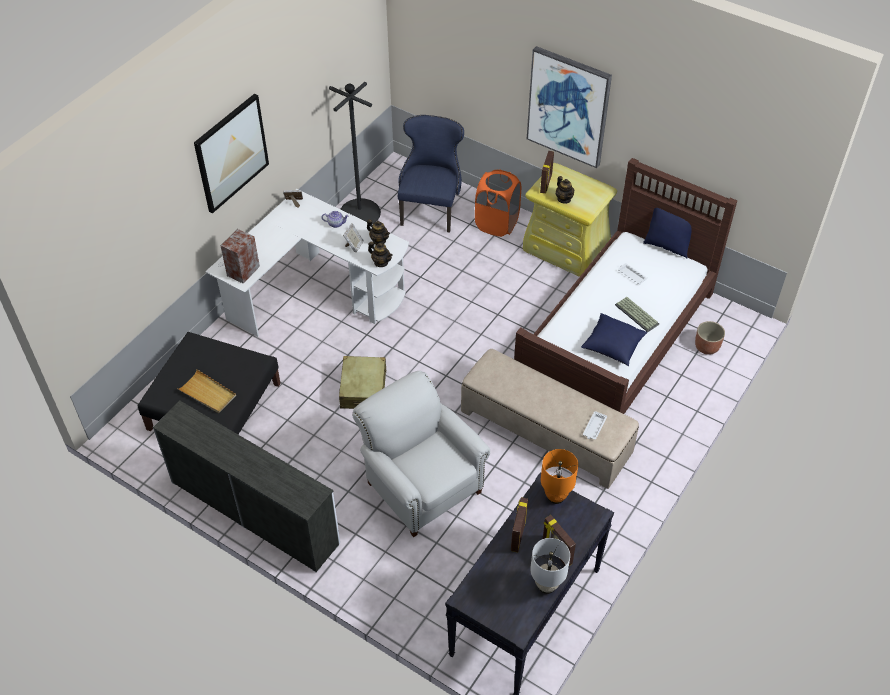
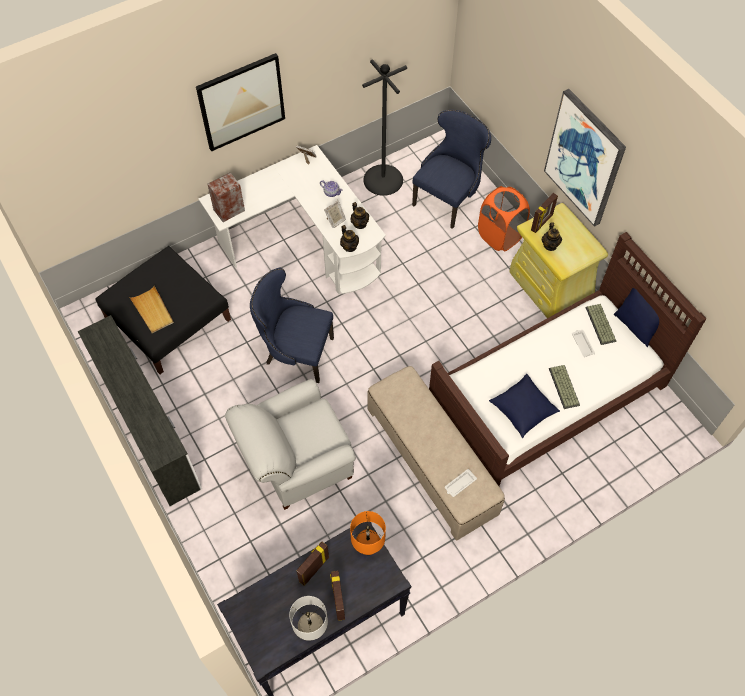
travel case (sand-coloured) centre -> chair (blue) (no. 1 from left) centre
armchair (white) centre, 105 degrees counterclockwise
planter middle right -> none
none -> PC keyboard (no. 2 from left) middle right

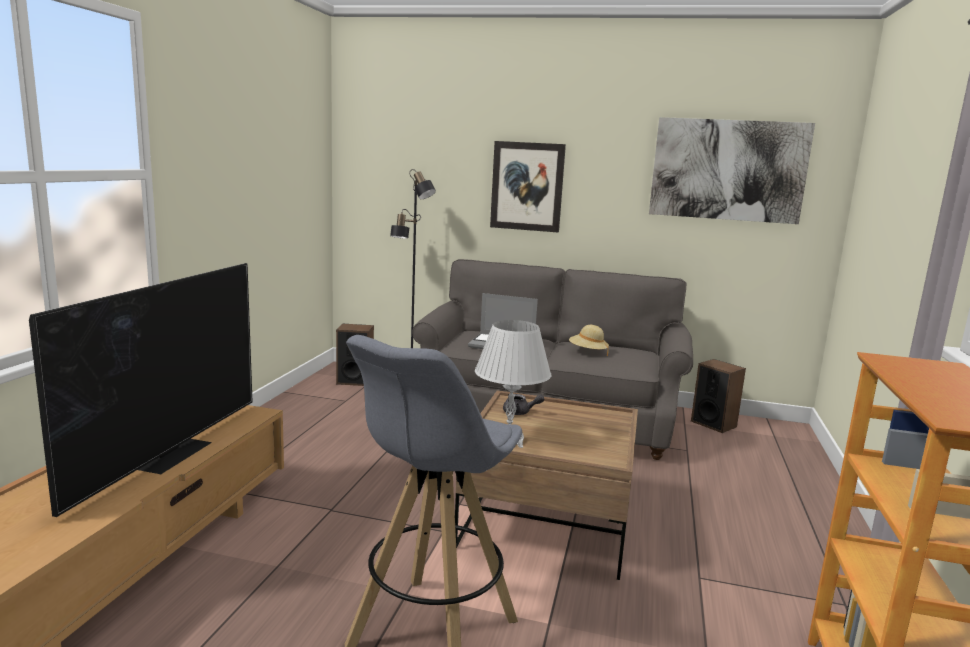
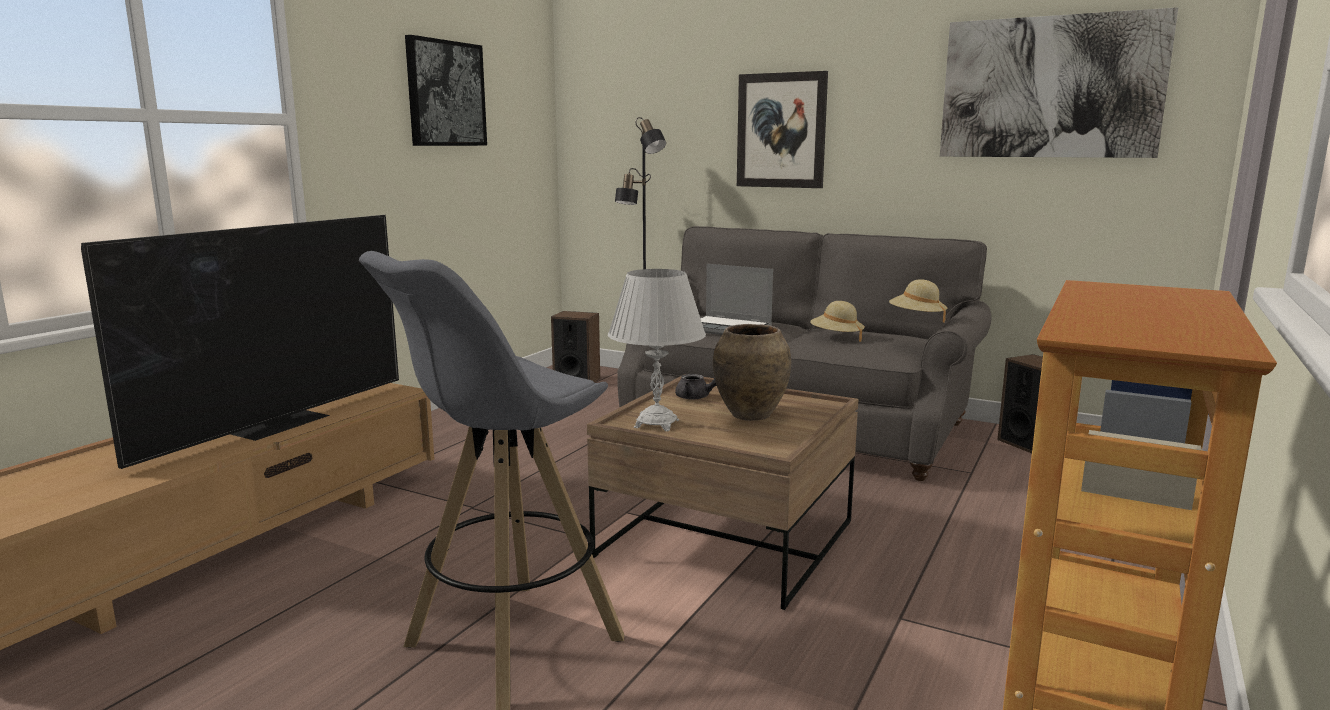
none -> wall picture (no. 1 from left) top centre
none -> vase (brown-coloured) centre
none -> hat (sand-coloured) (no. 2 from left) middle right

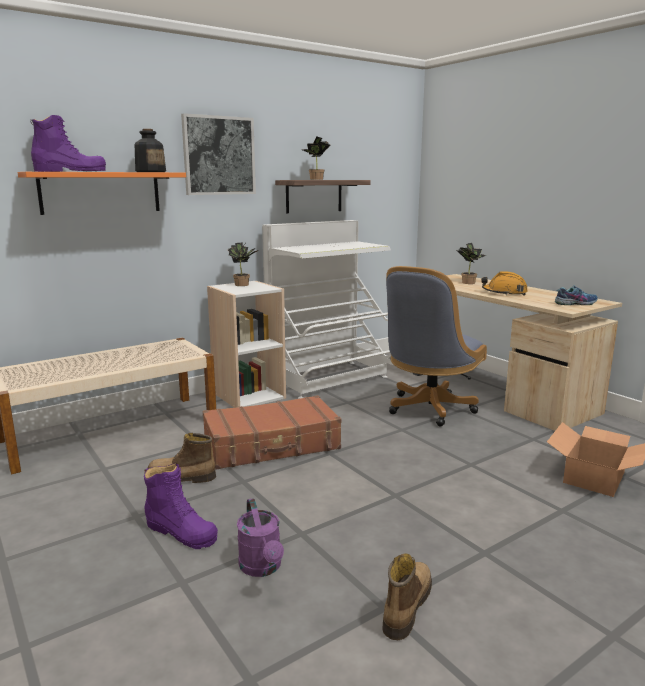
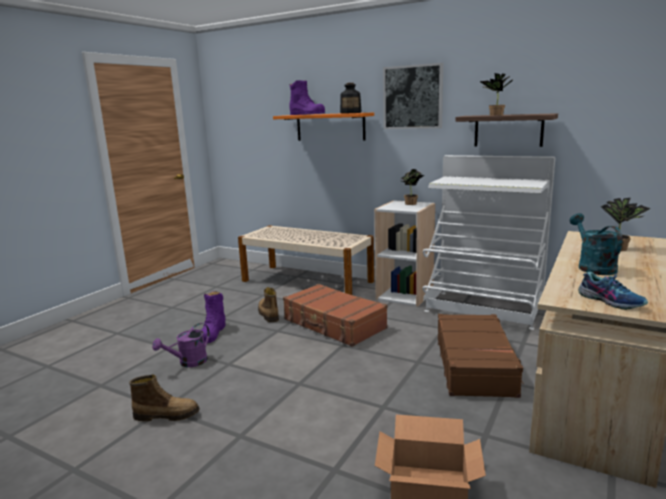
computer chair (blue) middle right -> travel case (brown-coloured) (no. 2 from left) bottom right
safety helmet (orangey) middle right -> sprinkling can (turquoise) middle right

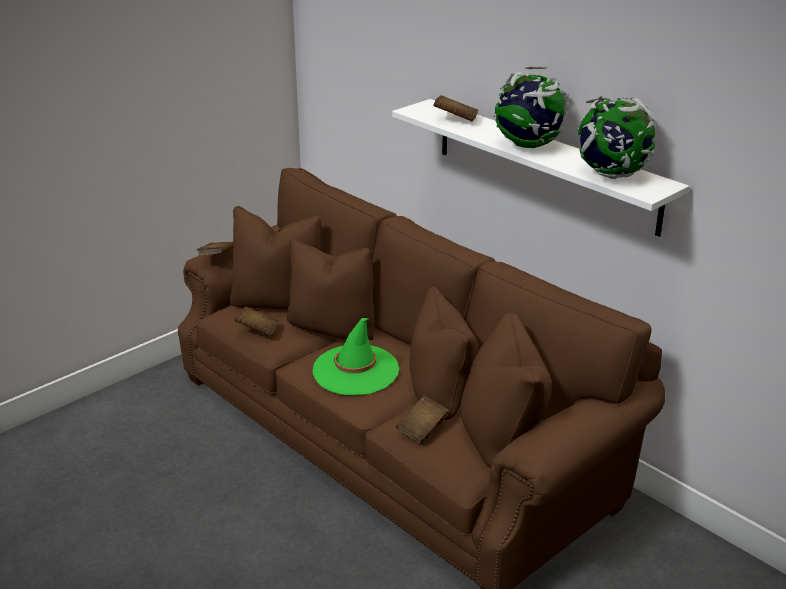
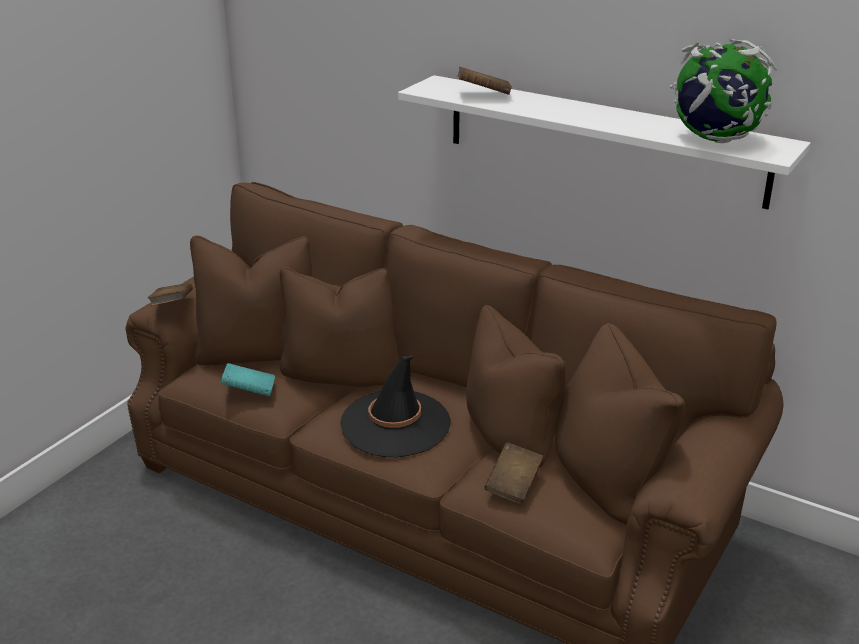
volume (brown-coloured) (no. 2 from left) middle left -> volume (turquoise) middle left
hat (greenish) centre -> hat (black) centre
world globe (no. 1 from left) top right -> none

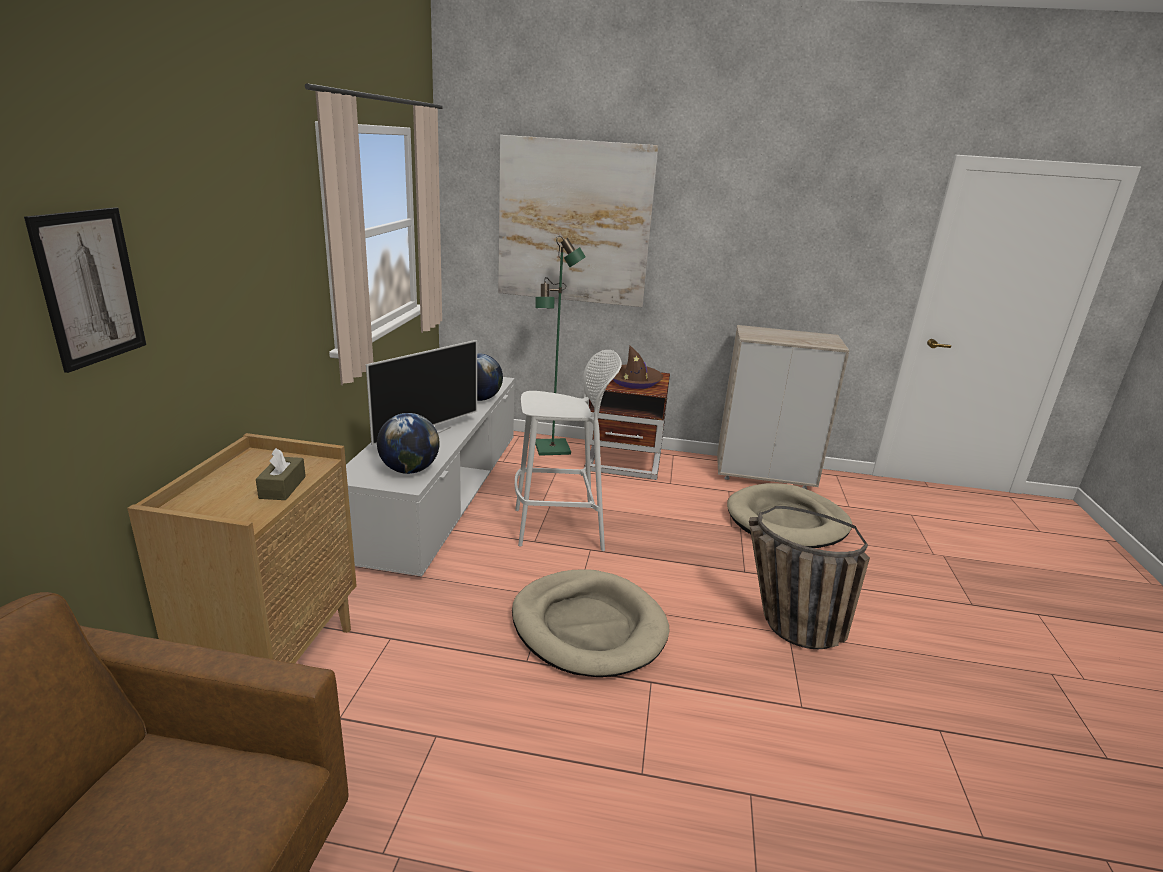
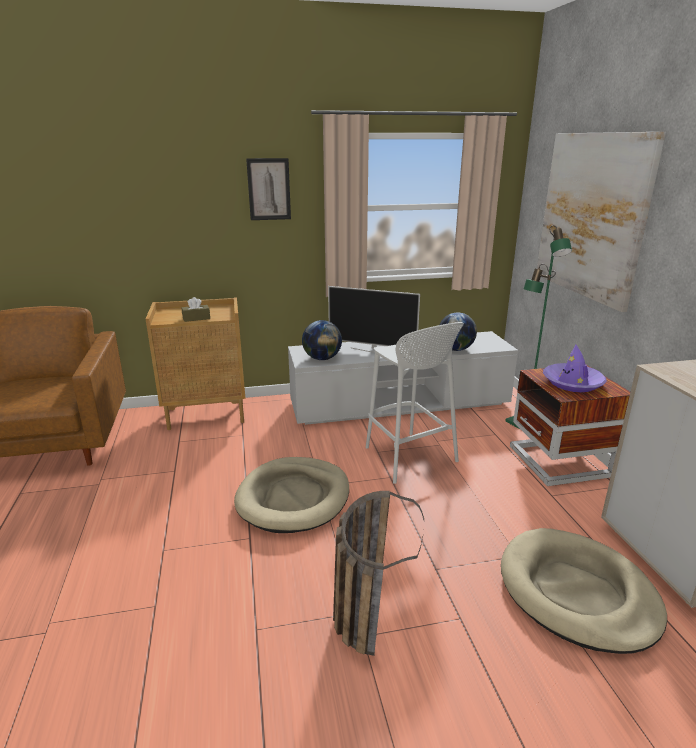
wall picture (no. 1 from left) top left -> wall picture (no. 1 from left) top centre, relocated
hat (brown-coloured) centre -> hat (purple-coloured) middle right

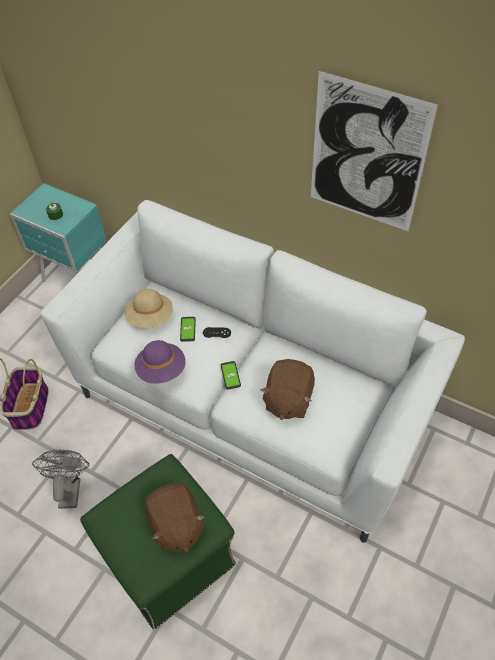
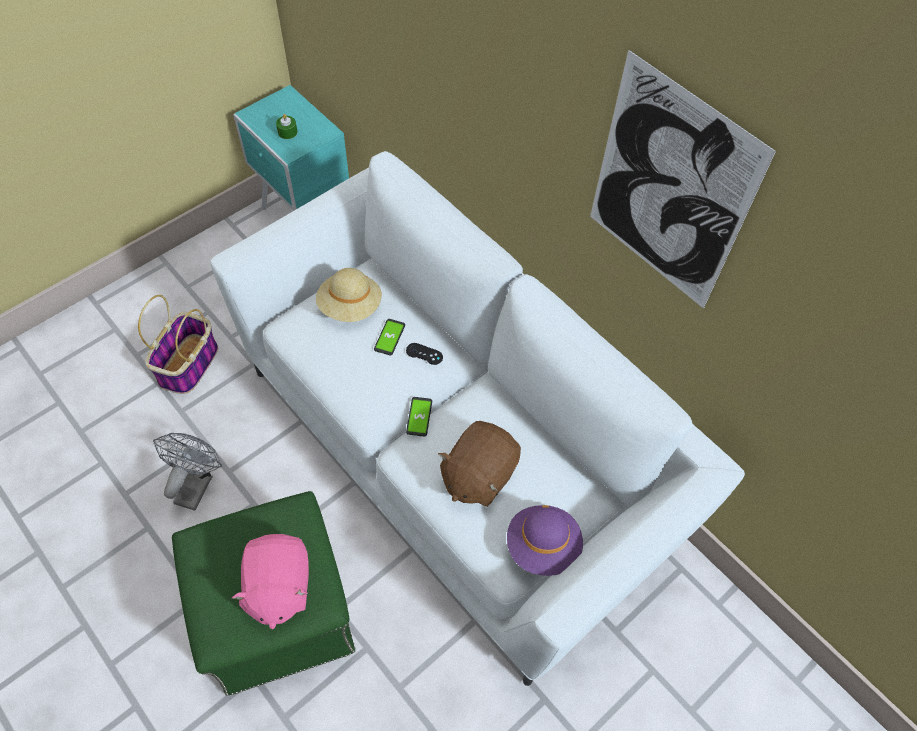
hat (purple-coloured) middle left -> hat (purple-coloured) bottom centre, relocated
soft toy (brown-coloured) (no. 1 from left) bottom centre -> soft toy (pink-coloured) bottom left

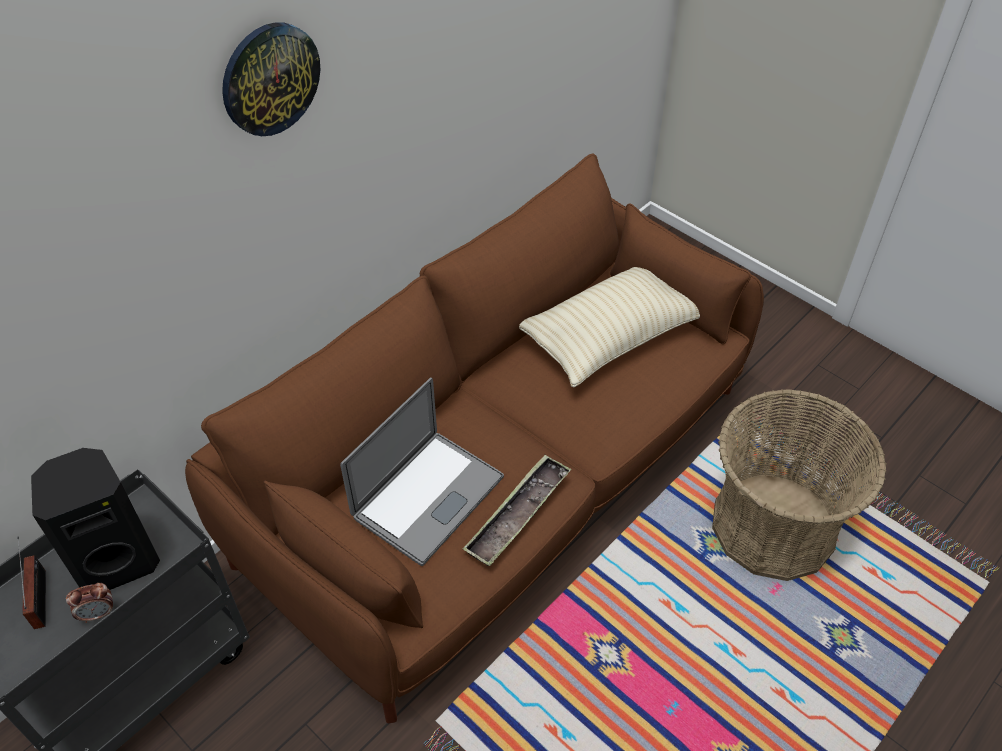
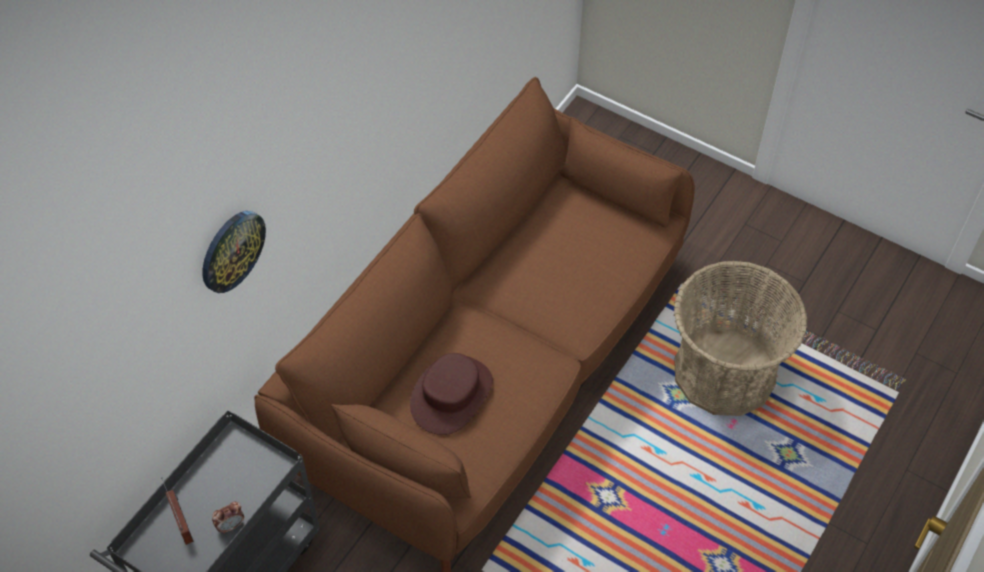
loudspeaker (black) bottom left -> none
wall clock top left -> wall clock middle left, relocated
laptop centre -> hat (brown-coloured) bottom centre
serving tray bottom centre -> none
throw pillow (sand-coloured) centre -> none

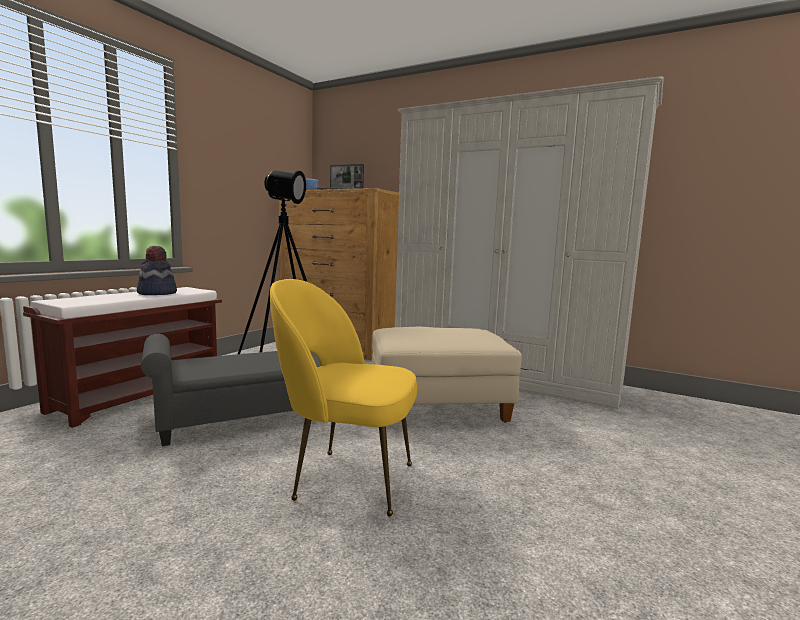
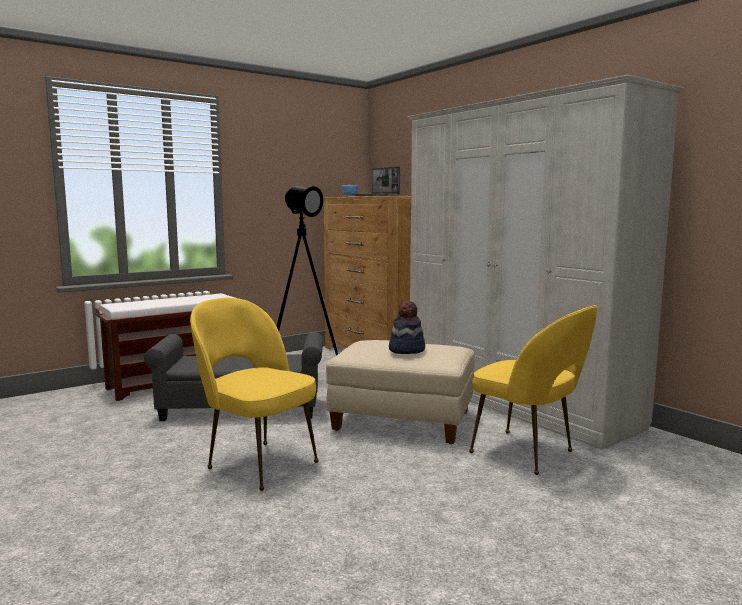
hat middle left -> hat centre, relocated
none -> chair (yellowish) (no. 2 from left) middle right

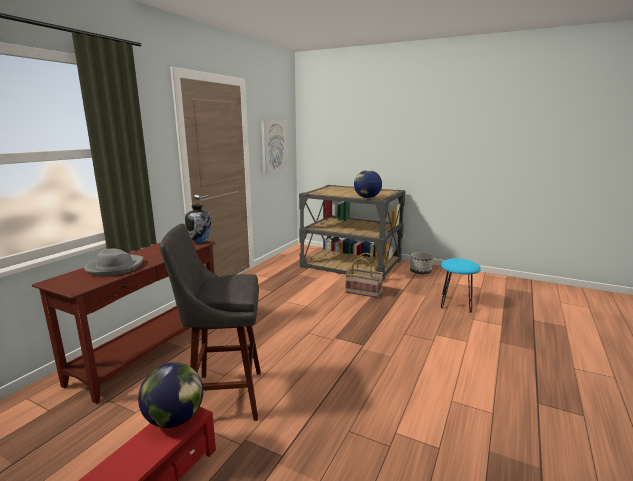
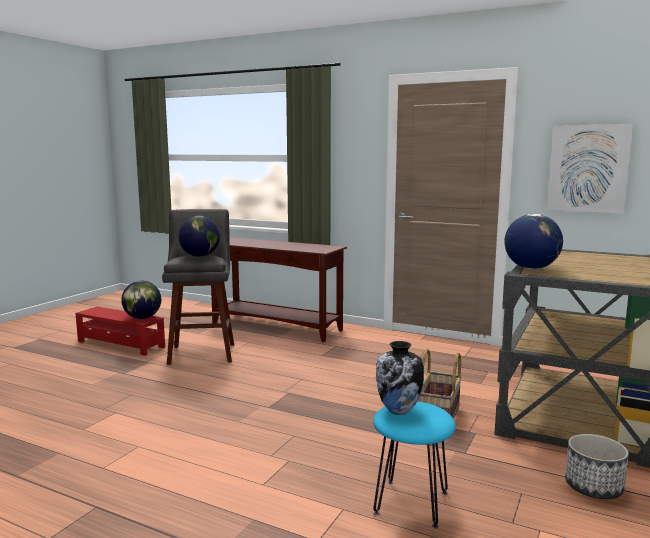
hat (grey) middle left -> none
vase middle left -> vase bottom centre, relocated
none -> world globe (no. 2 from left) middle left

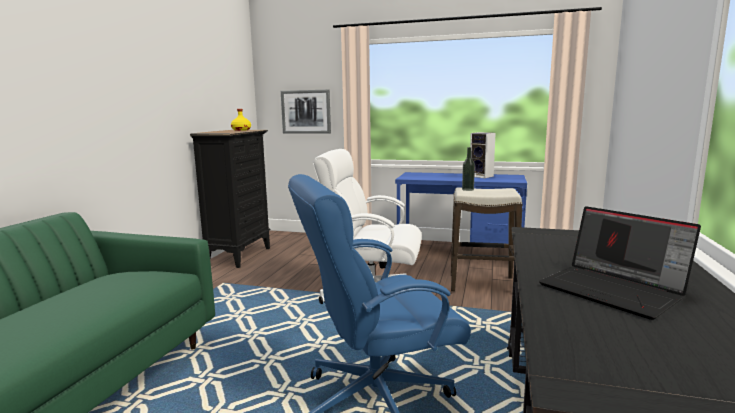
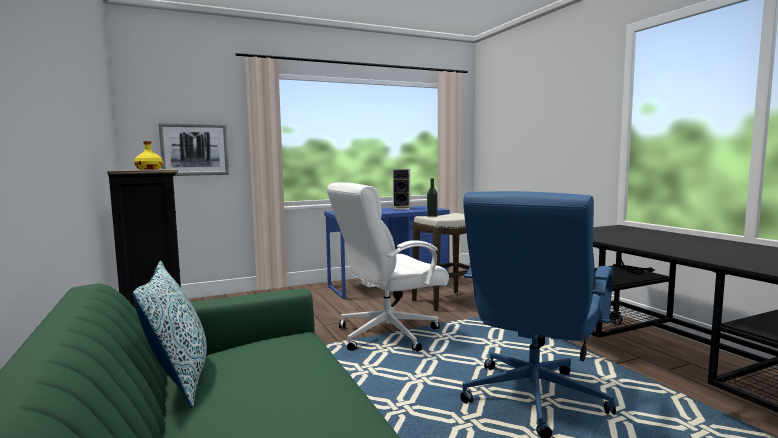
laptop middle right -> none
none -> throw pillow bottom left

